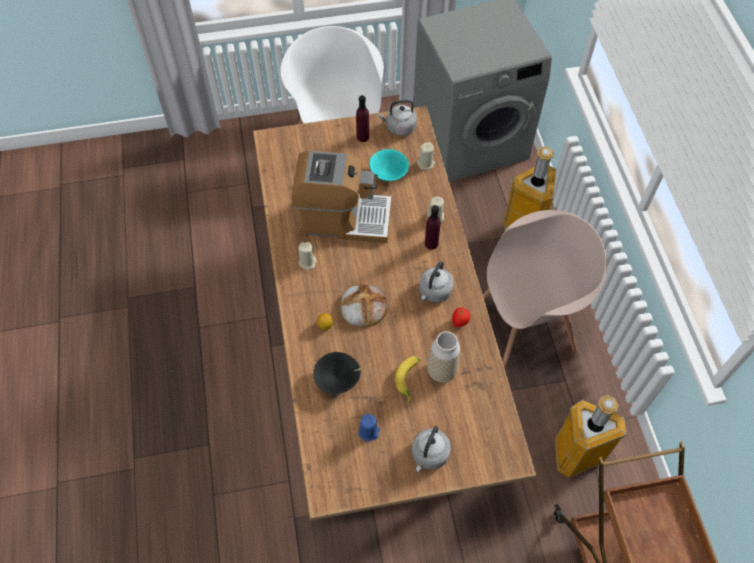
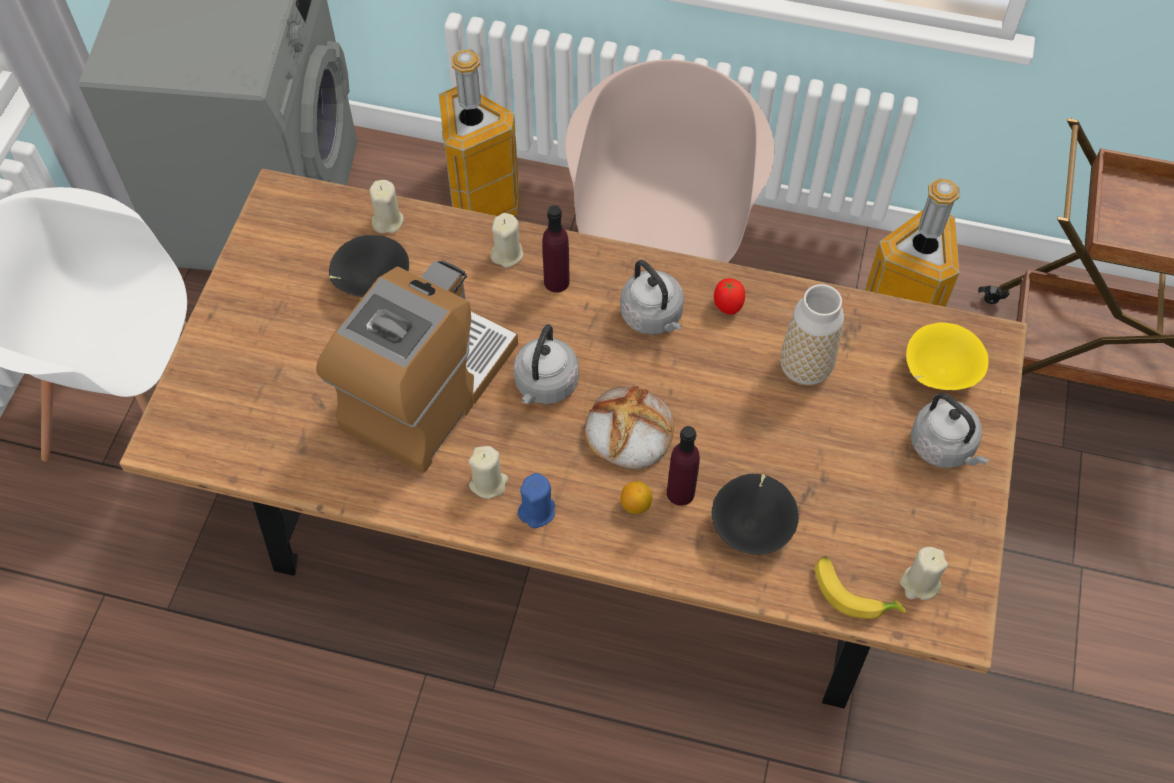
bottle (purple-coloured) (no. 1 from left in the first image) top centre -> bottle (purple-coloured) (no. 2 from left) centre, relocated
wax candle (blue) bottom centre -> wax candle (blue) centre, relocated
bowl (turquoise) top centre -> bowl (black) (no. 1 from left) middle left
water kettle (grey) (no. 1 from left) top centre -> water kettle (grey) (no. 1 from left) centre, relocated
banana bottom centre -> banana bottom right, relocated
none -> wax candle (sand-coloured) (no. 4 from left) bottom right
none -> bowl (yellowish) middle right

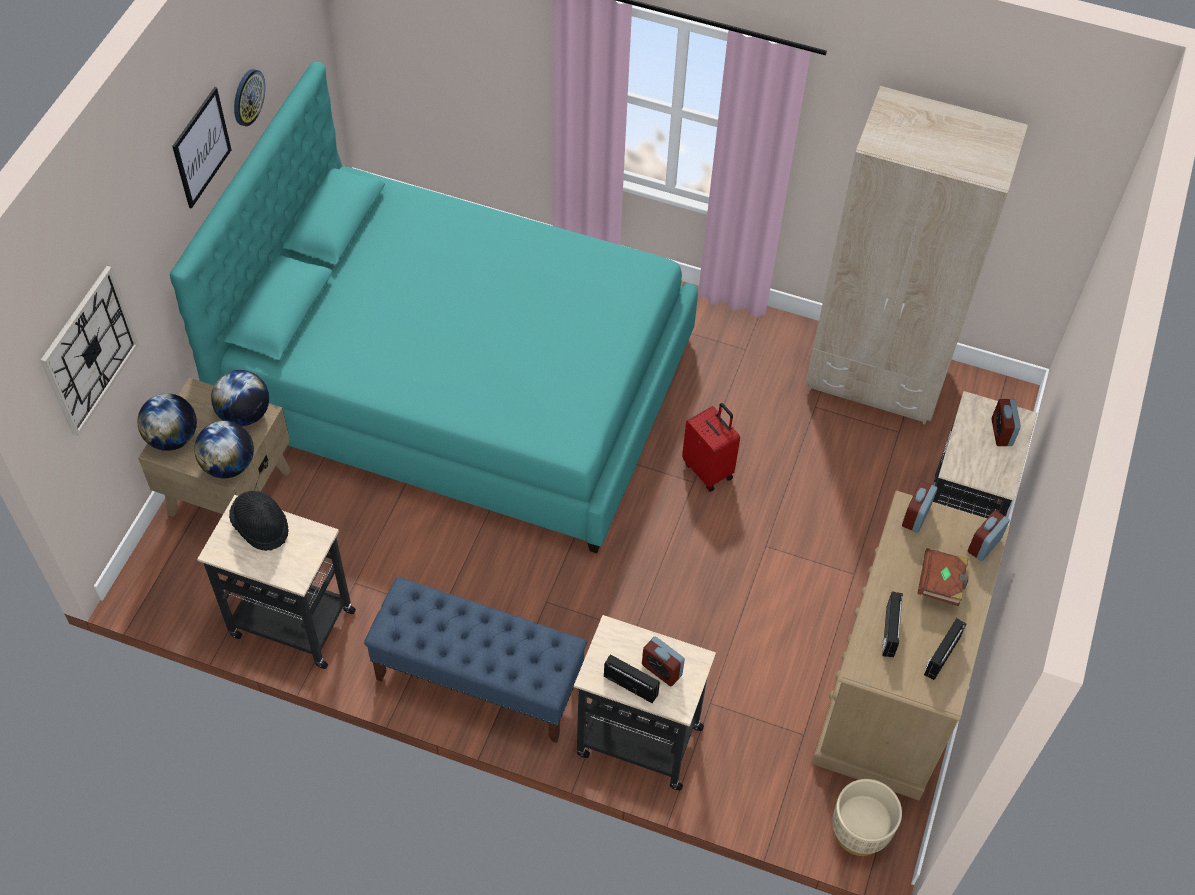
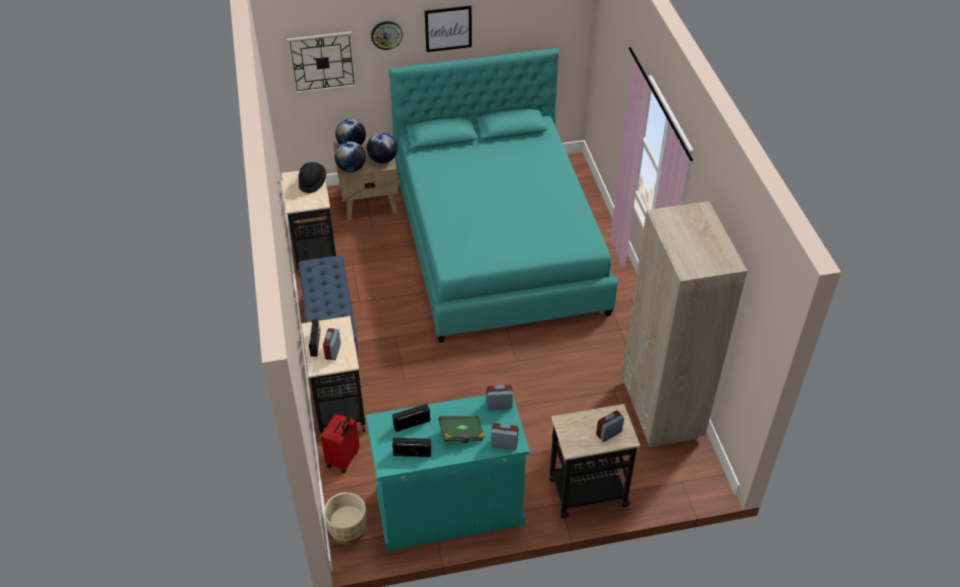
wall clock (no. 2 from left) top left -> wall clock (no. 2 from left) top centre, relocated
travel case (red-coloured) centre -> travel case (red-coloured) bottom centre, relocated
drawer chest (sand-coloured) bottom right -> drawer chest (turquoise) bottom centre
volume (brown-coloured) middle right -> volume (greenish) bottom centre

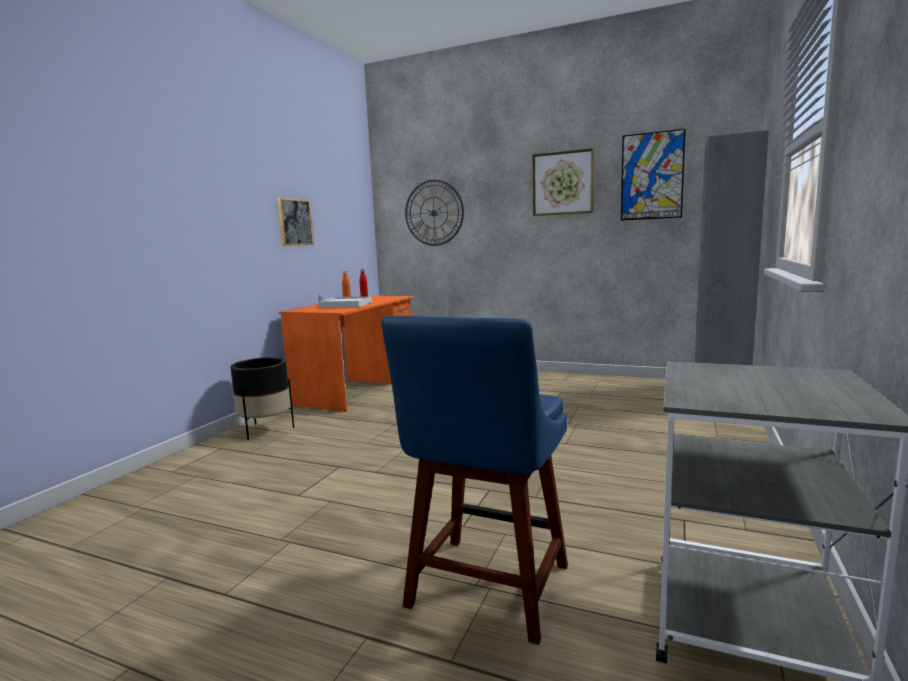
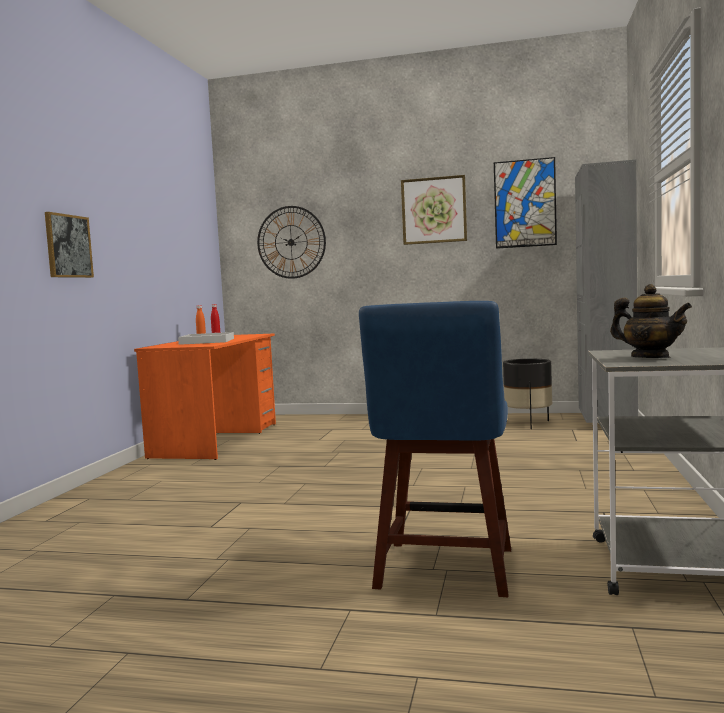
planter (black) middle left -> planter (black) middle right, relocated
wall picture (no. 1 from left) top left -> wall picture (no. 1 from left) middle left, relocated
none -> teapot middle right

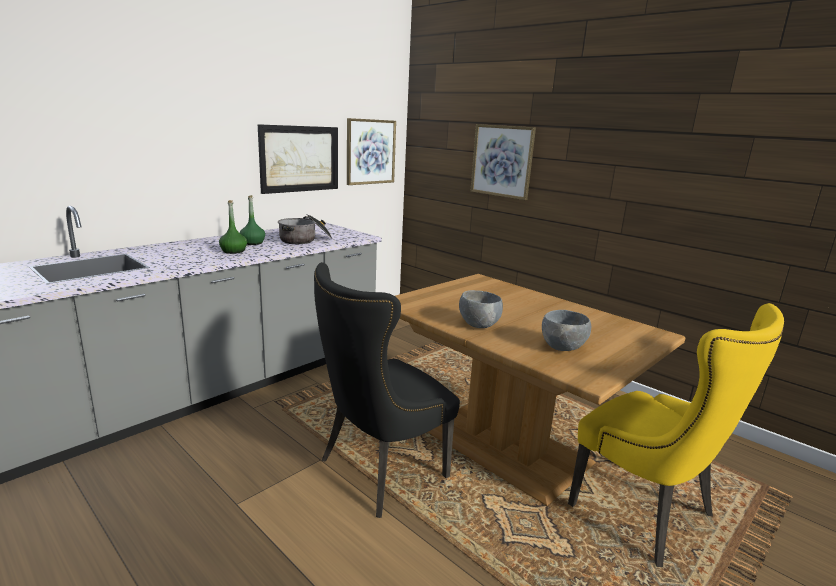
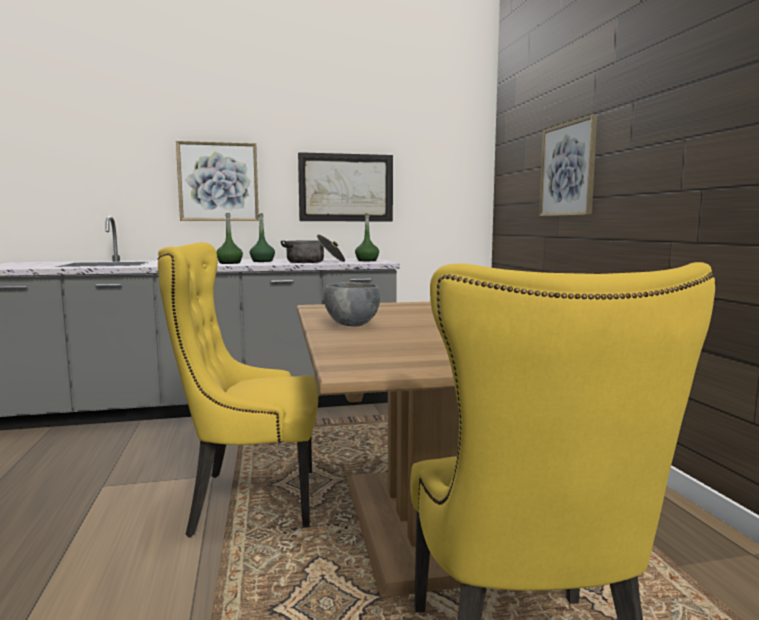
chair (black) centre -> chair (yellowish) (no. 1 from left) middle left
wall picture (no. 2 from left in the first image) top centre -> wall picture (no. 1 from left) top left, relocated
bowl (grey) (no. 2 from left) middle right -> none
none -> bottle (greenish) (no. 3 from left) centre

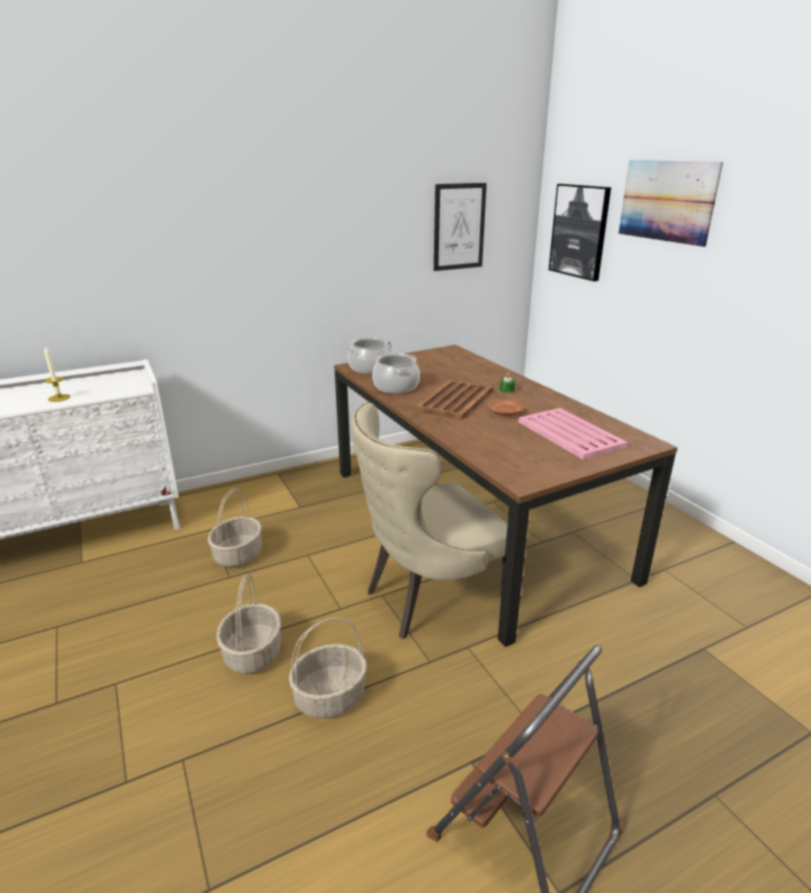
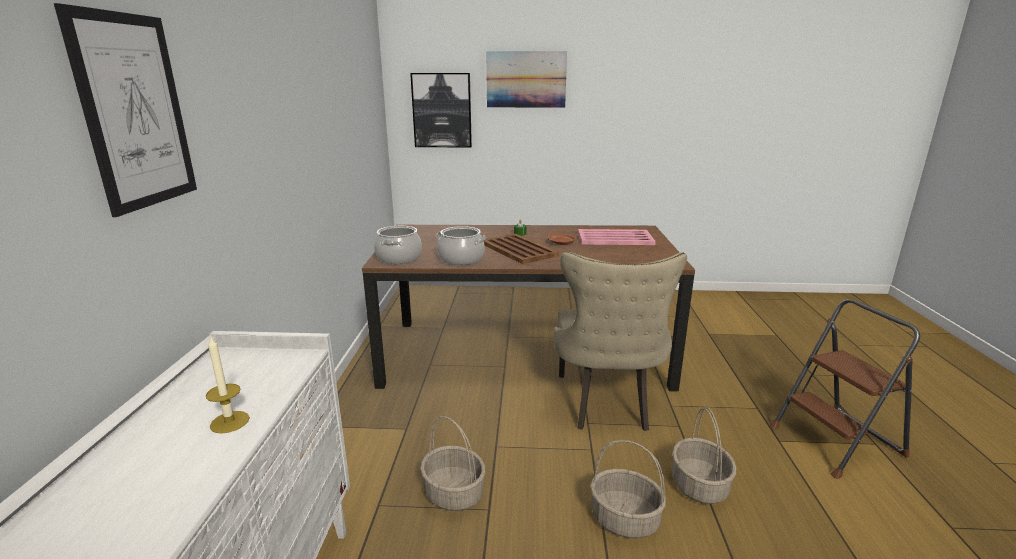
wall picture (no. 1 from left) top centre -> wall picture (no. 1 from left) top left, relocated

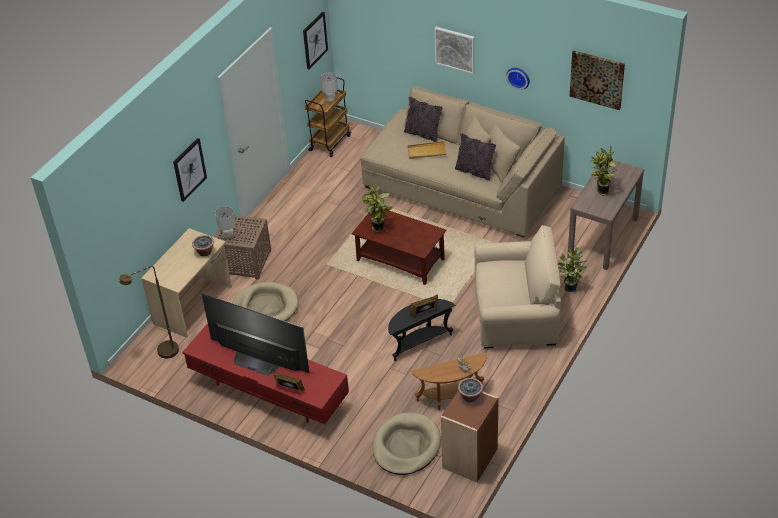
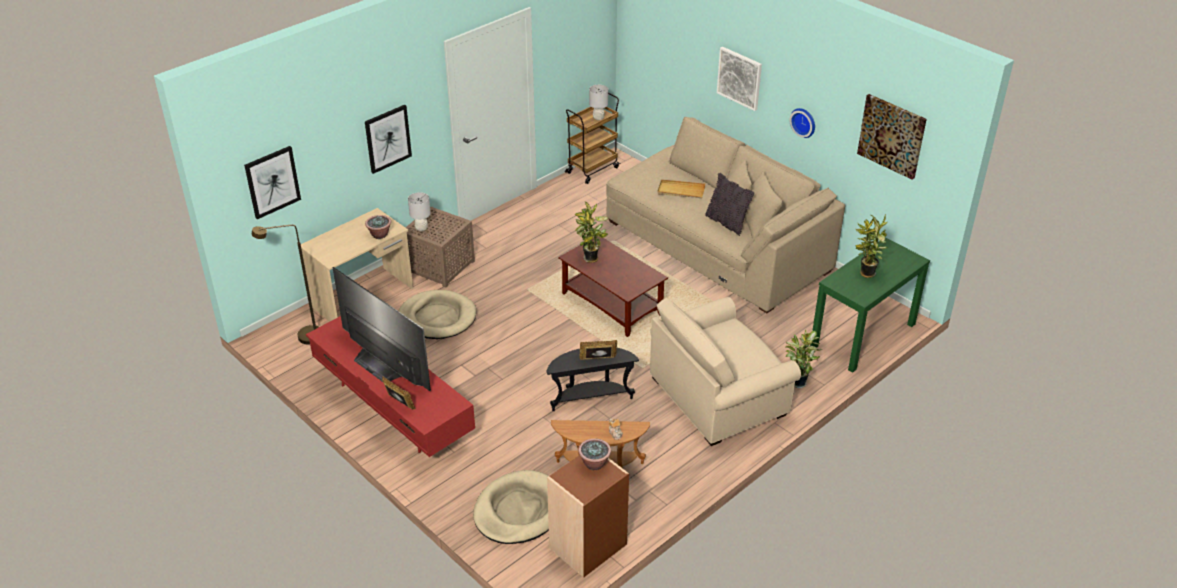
wall picture (no. 2 from left in the first image) top centre -> wall picture (no. 1 from left) top left, relocated
throw pillow (black) (no. 1 from left) top centre -> none
armchair (sand-coloured) centre, 135 degrees clockwise
narrow table (brown-coloured) middle right -> narrow table (greenish) middle right

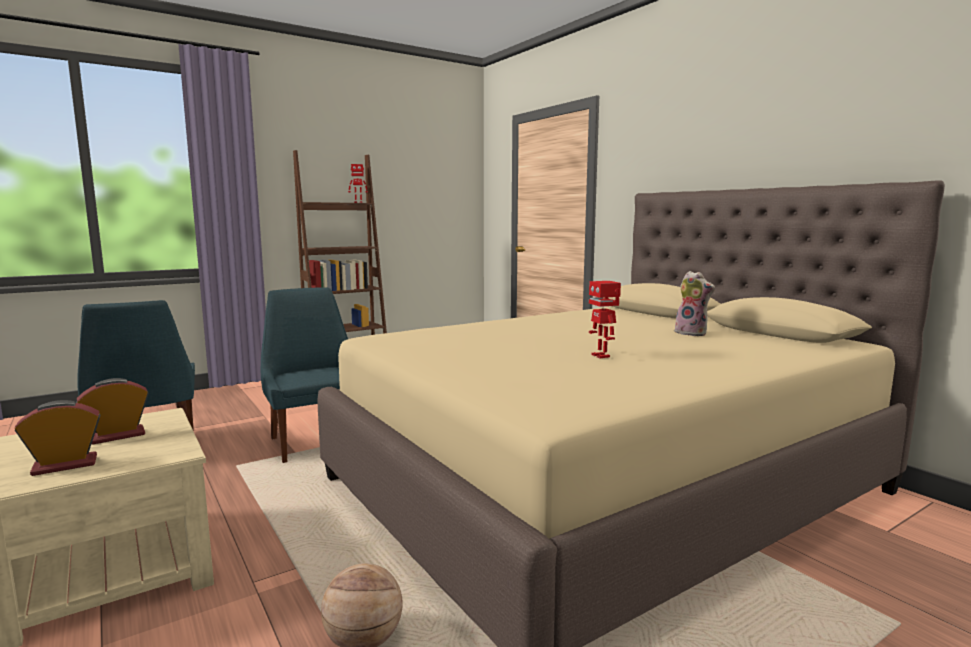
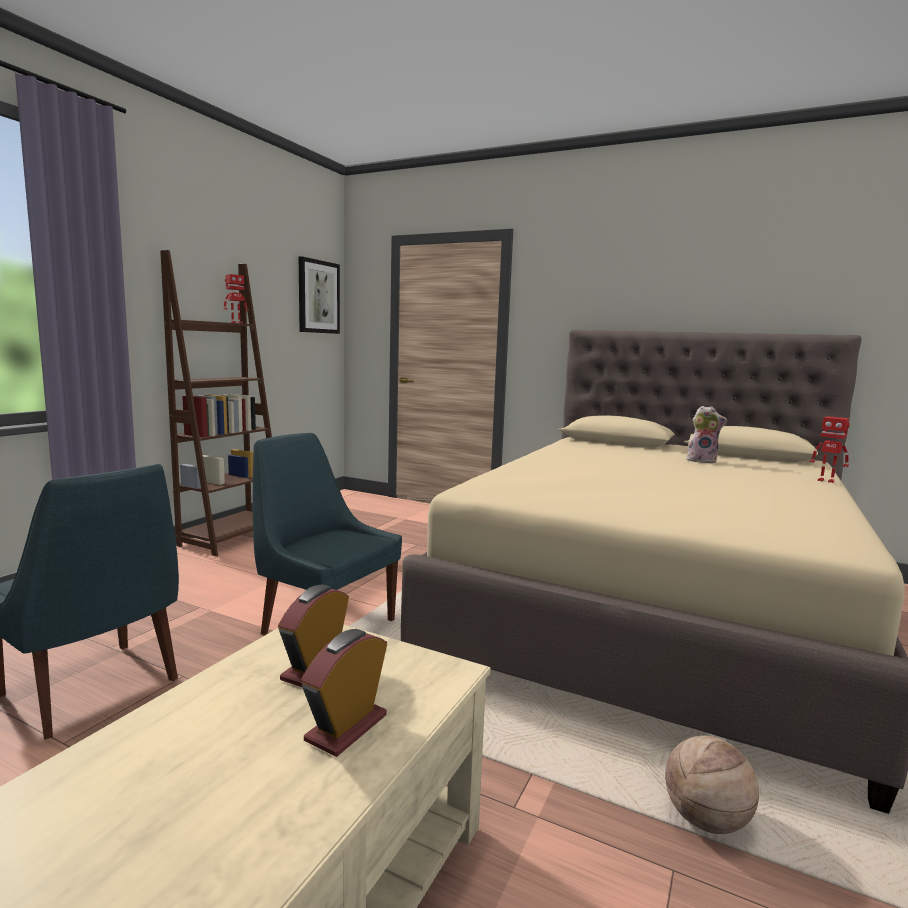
model robot (no. 2 from left) centre -> model robot (no. 2 from left) middle right, relocated
none -> wall picture top centre

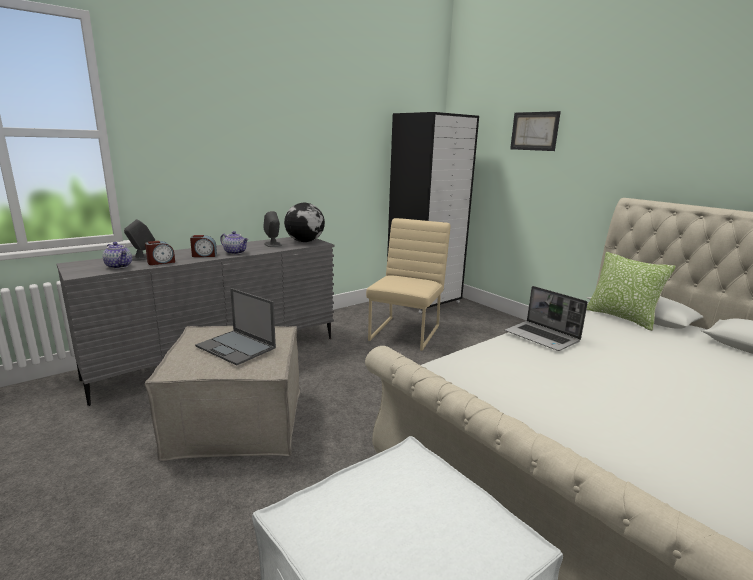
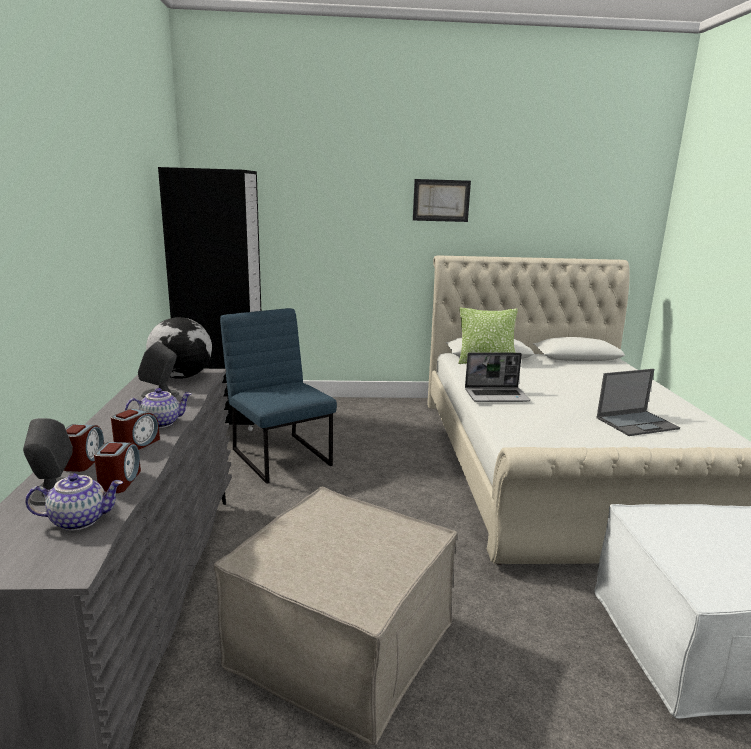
laptop (no. 1 from left in the first image) middle left -> laptop (no. 2 from left) middle right, relocated
chair (sand-coloured) centre -> chair (blue) centre
wall picture top right -> wall picture top centre, relocated
none -> alarm clock (no. 1 from left) middle left

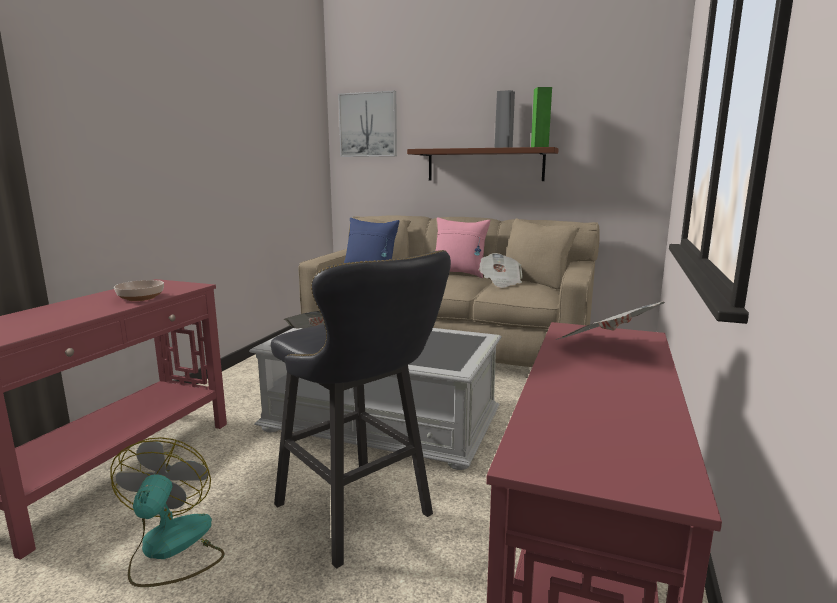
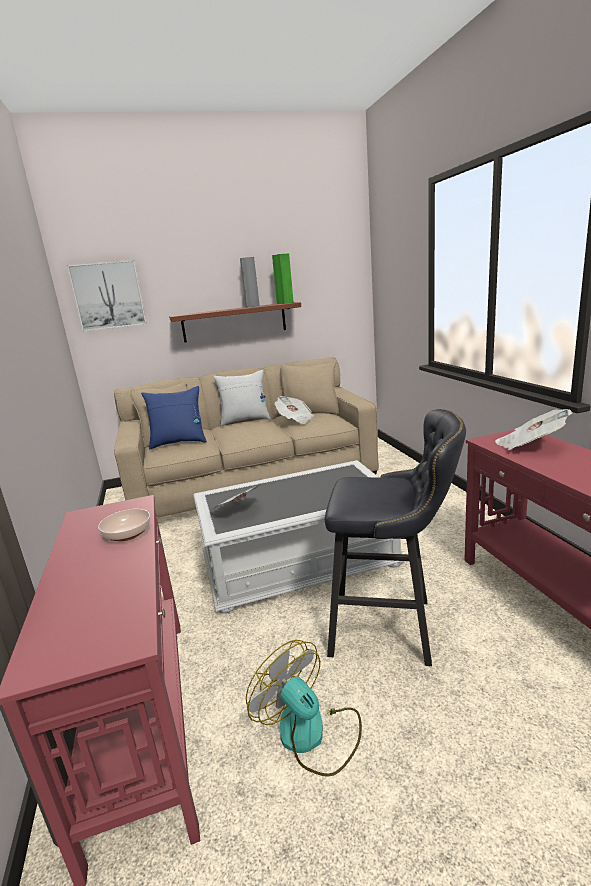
throw pillow (pink-coloured) centre -> throw pillow (grey) centre

